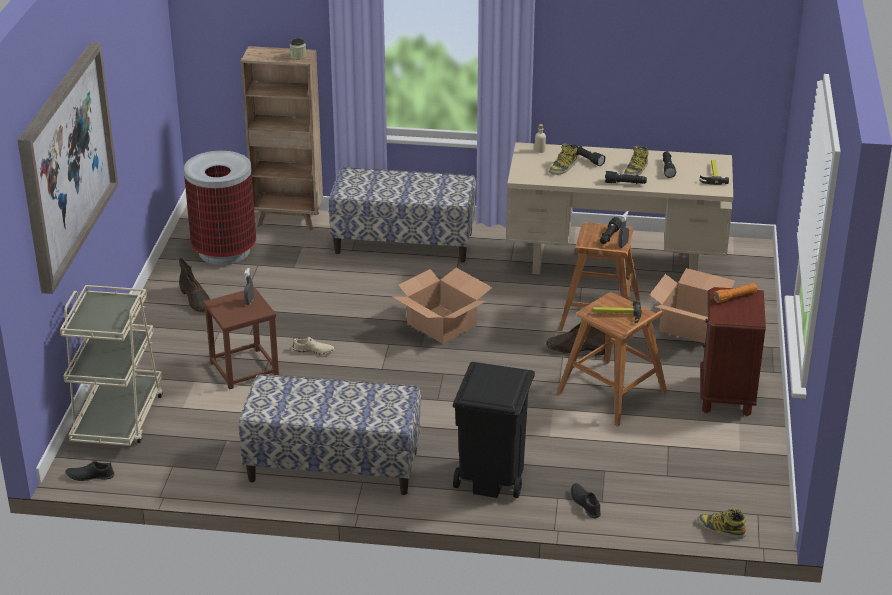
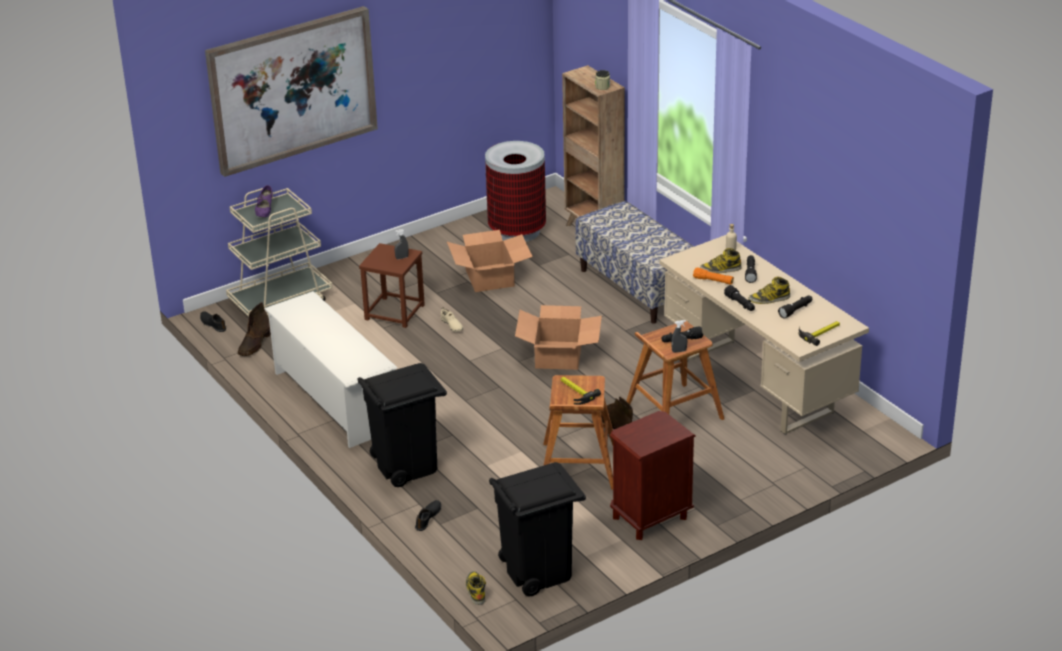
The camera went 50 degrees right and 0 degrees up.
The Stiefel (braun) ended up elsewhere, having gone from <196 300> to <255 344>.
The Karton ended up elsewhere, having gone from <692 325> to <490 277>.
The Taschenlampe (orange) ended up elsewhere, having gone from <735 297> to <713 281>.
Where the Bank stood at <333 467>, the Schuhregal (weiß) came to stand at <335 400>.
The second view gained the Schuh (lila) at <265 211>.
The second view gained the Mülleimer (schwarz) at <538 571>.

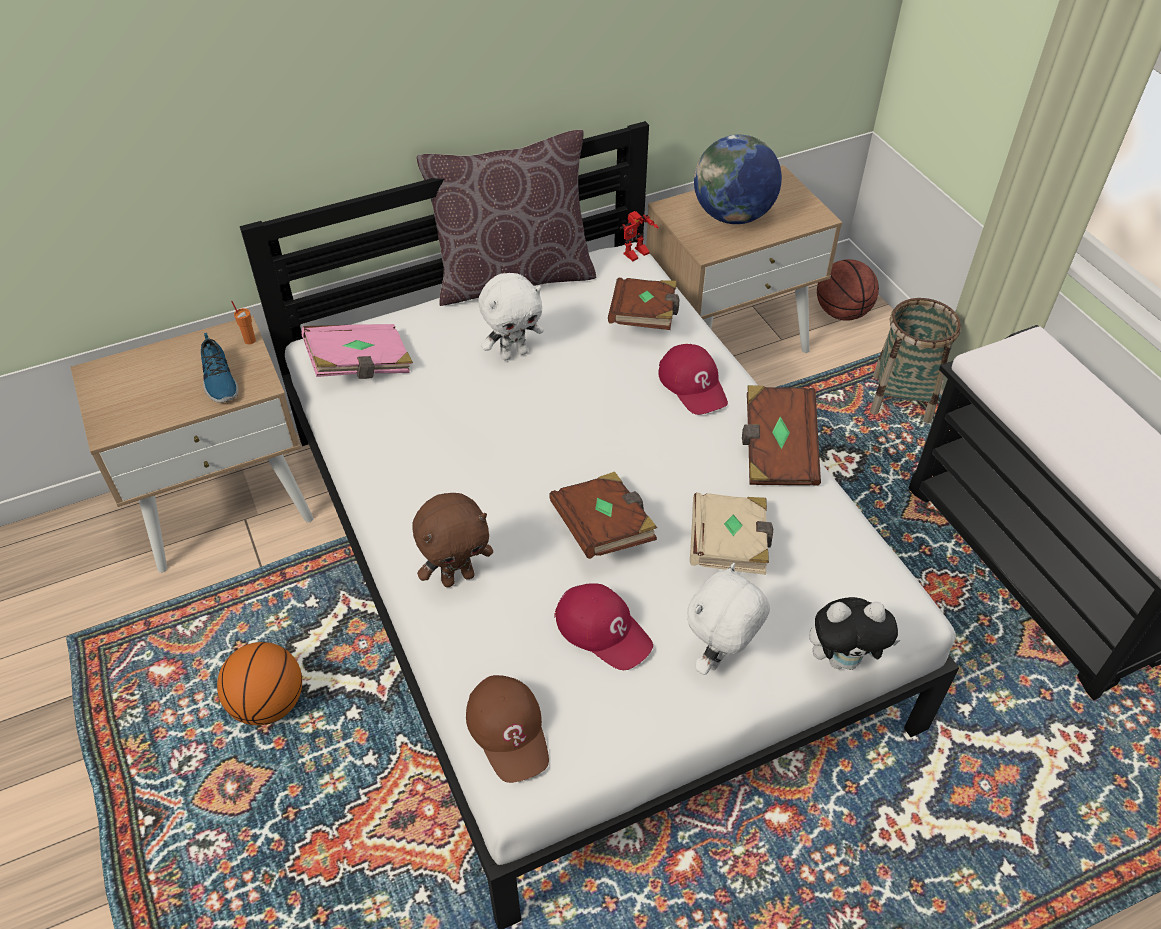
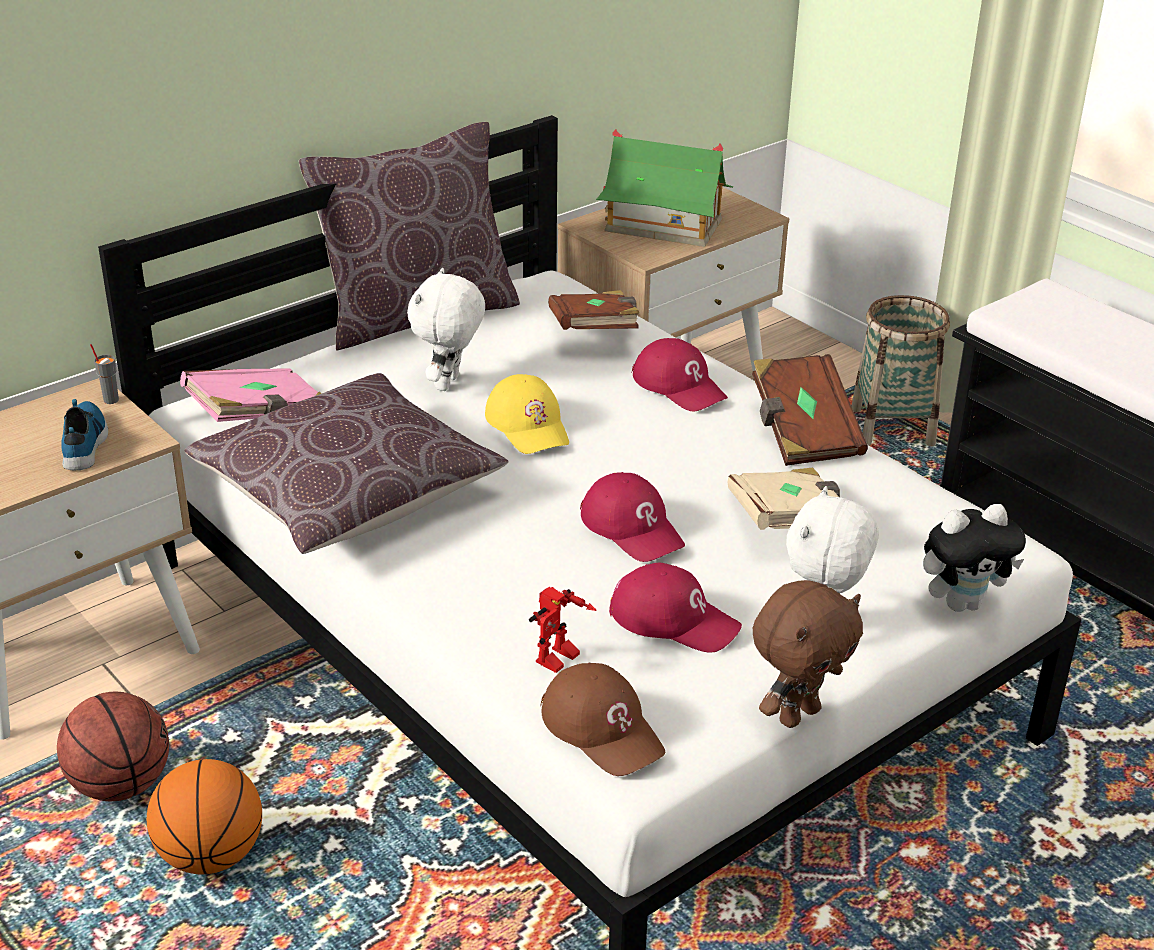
The camera went 15 degrees left and 15 degrees down.
Where the Globus stood at <733 216>, the Spielzeughaus came to stand at <662 225>.
The Spielzeugroboter ended up elsewhere, having gone from <637 256> to <560 662>.
The Basketball ended up elsewhere, having gone from <842 312> to <120 784>.
The Plüschtier (weiß) at <513 353> ended up facing another way, 150 degrees clockwise from before.
What was the Tasse (orange) at <250 340> turned into the Tasse (grau) at <111 400>.
The Schuh at <218 380> ended up facing another way, 150 degrees counterclockwise from before.
Where the Buch (braun) stood at <604 528>, the Kappe (rot) came to stand at <633 527>.
The Plüschtier (braun) ended up elsewhere, having gone from <458 577> to <797 714>.
The second view gained the Kissen (braun) at <348 492>.
The second view gained the Kappe (gelb) at <528 425>.

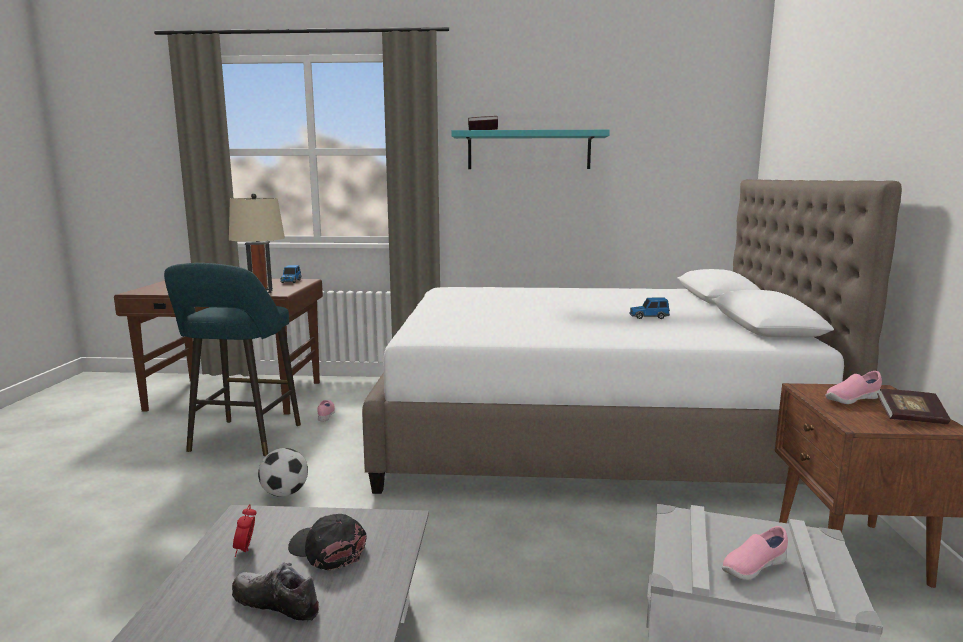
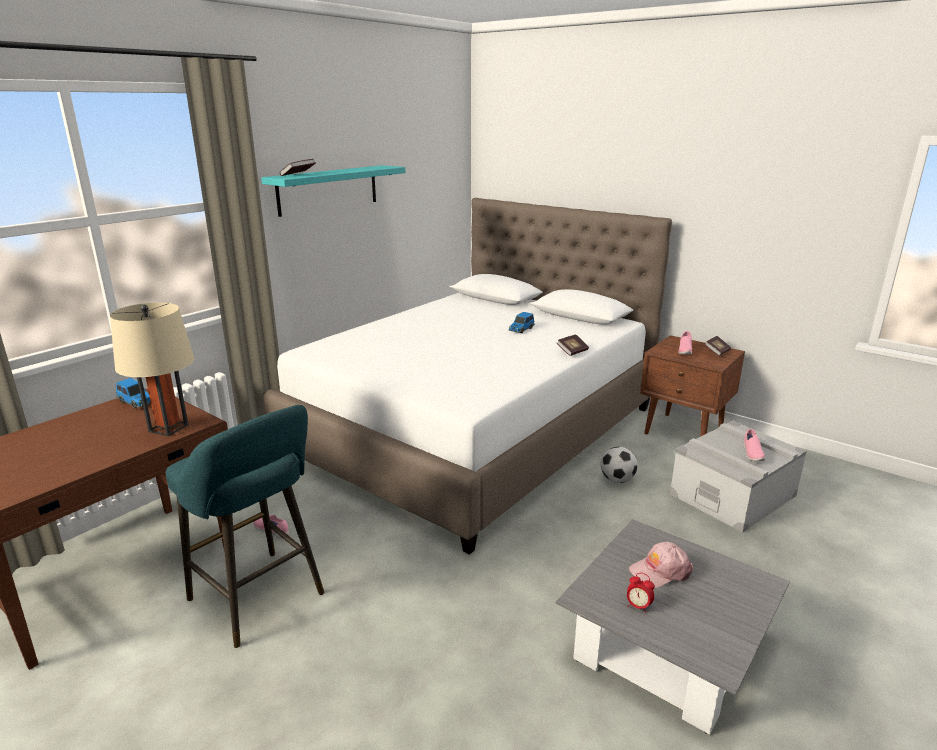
The camera went 55 degrees left and 10 degrees up.
The Fußball ended up elsewhere, having gone from <285 493> to <617 480>.
What was the Kappe (schwarz) at <327 550> turned into the Kappe (rosa) at <660 571>.
The second view lost the Schuh at <275 603>.
The second view gained the Buch at <572 352>.

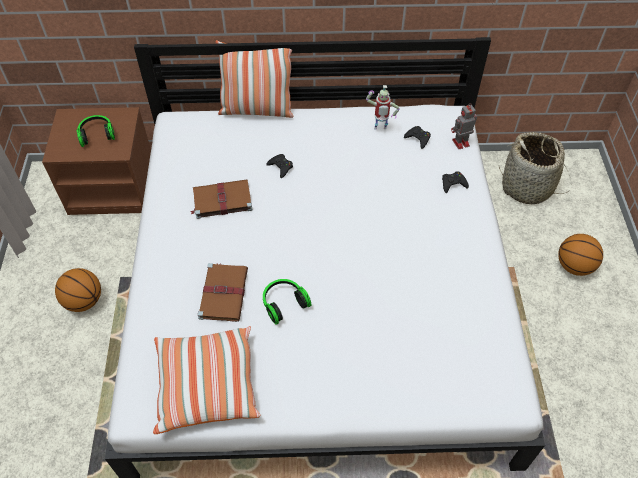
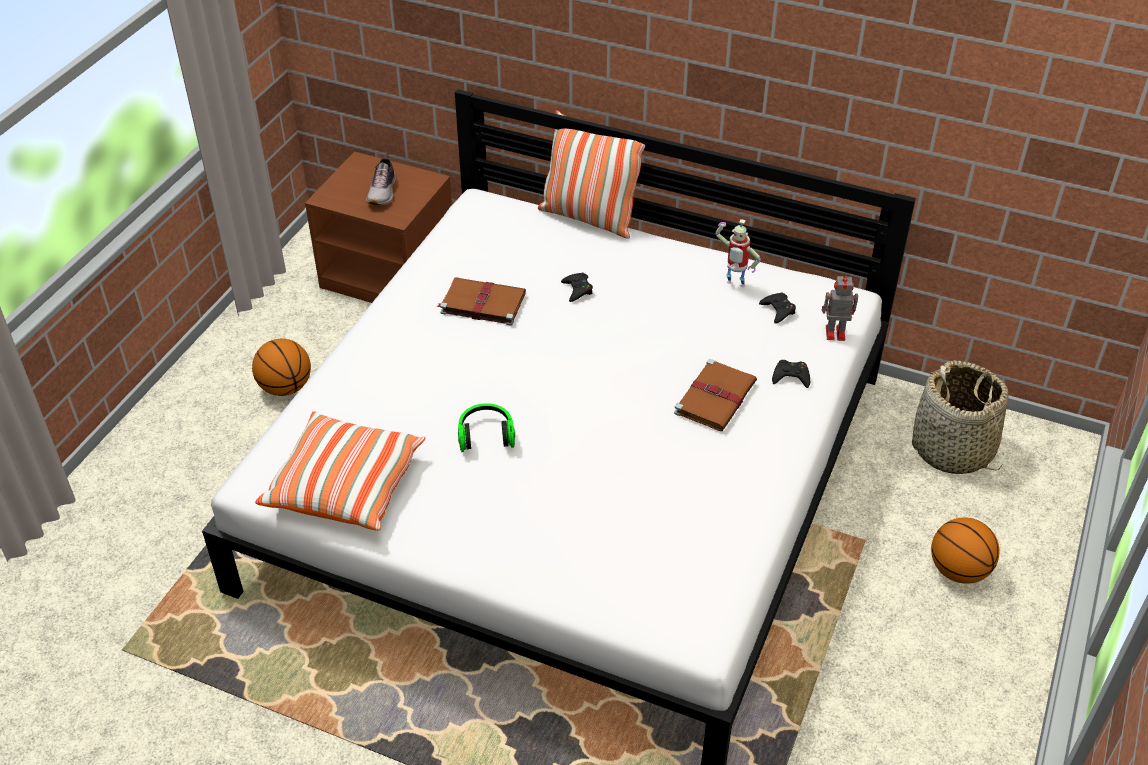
The camera went 25 degrees right and 10 degrees down.
Where the Kopfhörer stood at <97 135>, the Schuh came to stand at <383 192>.
The Buch (braun) ended up elsewhere, having gone from <223 292> to <716 397>.

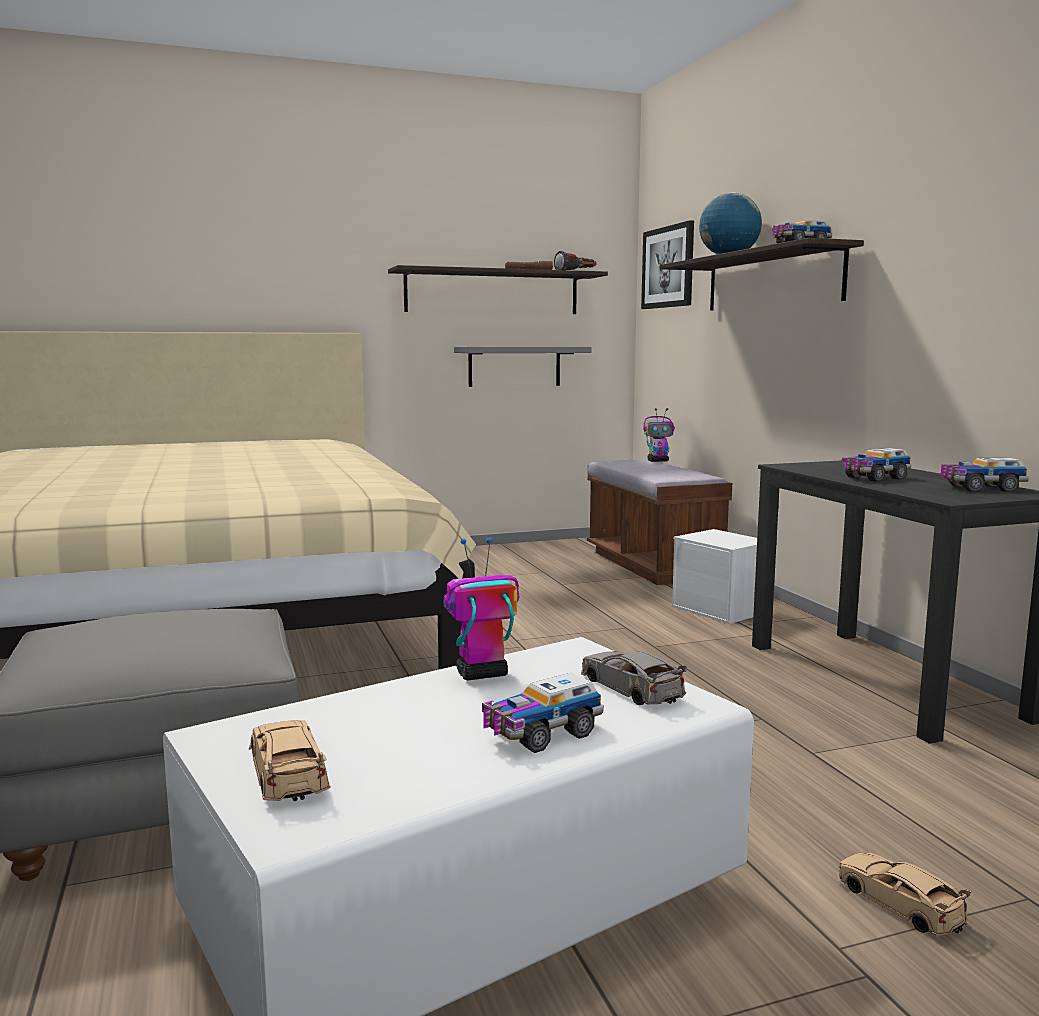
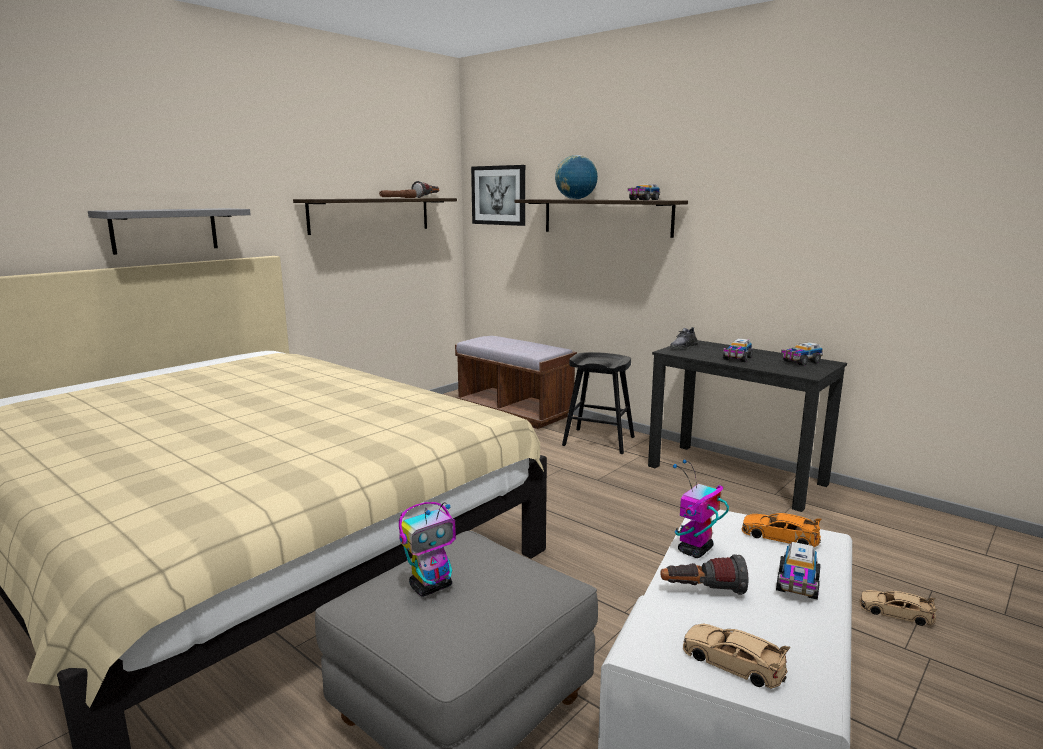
The camera went 30 degrees left and 5 degrees up.
The Wandregal (grau) ended up elsewhere, having gone from <514 366> to <165 230>.
The Spielzeugroboter ended up elsewhere, having gone from <658 461> to <431 586>.
Where the Aufbewahrungsbox (weiß) stood at <721 609>, the Hocker (schwarz) came to stand at <598 441>.
What was the Spielzeugauto (grau) at <631 688> turned into the Spielzeugauto (orange) at <780 536>.
The second view gained the Schuh (grau) at <683 347>.
The second view gained the Taschenlampe at <702 591>.

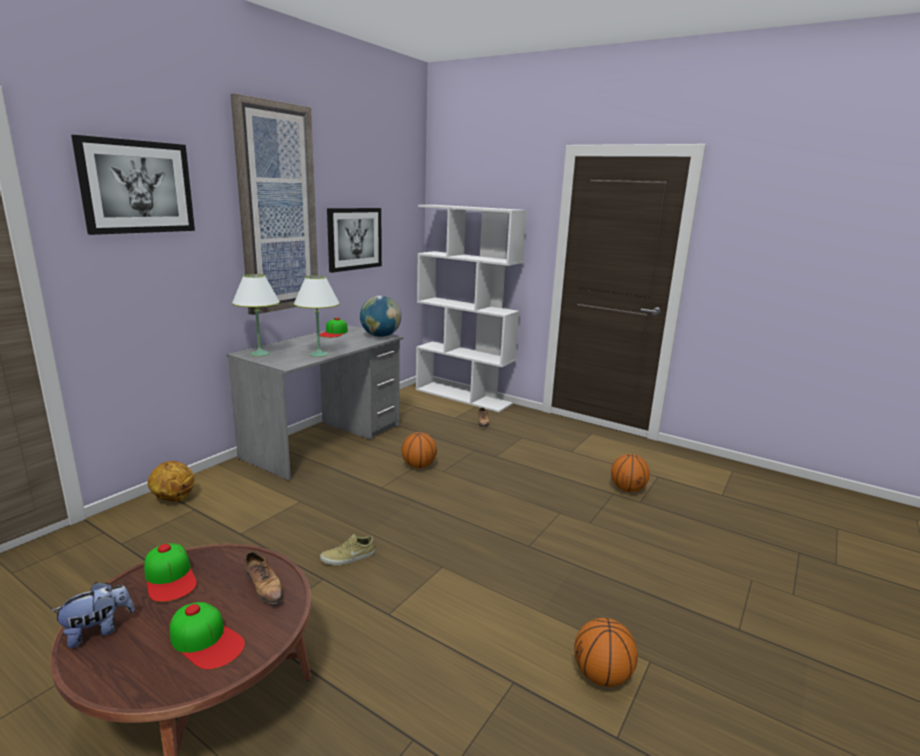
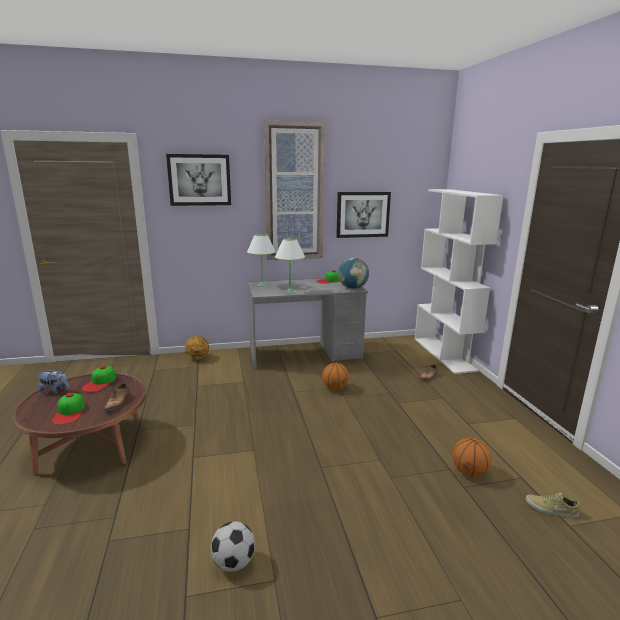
The camera went 45 degrees right and 0 degrees up.
The Schuh (beige) ended up elsewhere, having gone from <348 557> to <551 509>.
Where the Basketball stood at <601 675>, the Fußball came to stand at <234 562>.

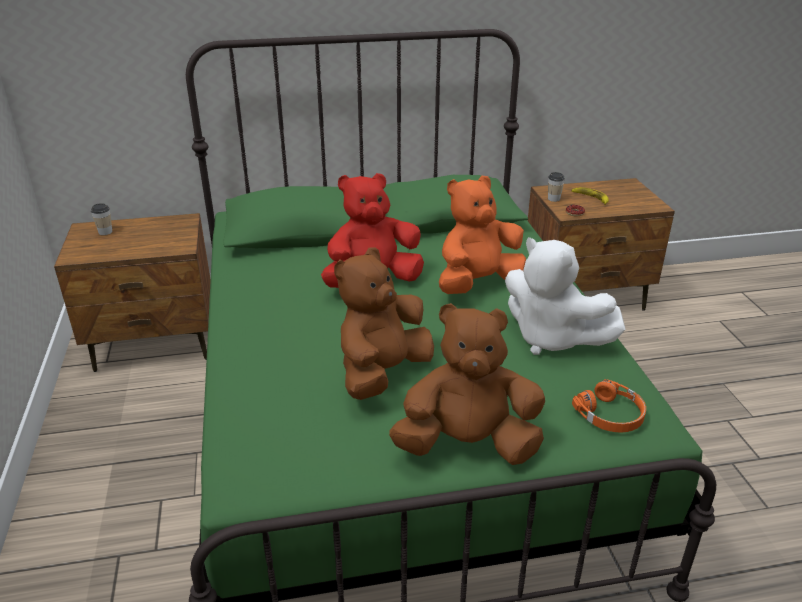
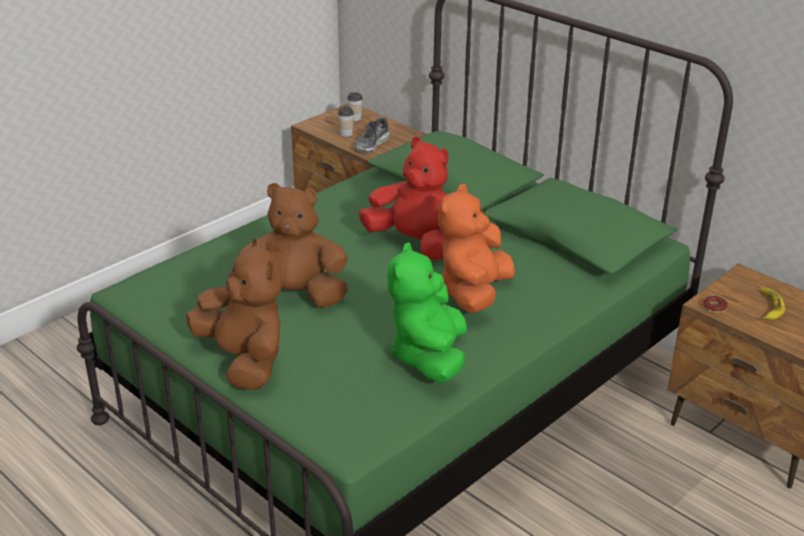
The camera went 55 degrees right and 0 degrees up.
The Tasse ended up elsewhere, having gone from <553 199> to <346 134>.
The Plüschtier (orange) at <477 284> ended up facing another way, 90 degrees counterclockwise from before.
What was the Plüschtier (weiß) at <551 338> turned into the Plüschtier (grün) at <429 357>.
The second view lost the Kopfhörer (orange) at <611 415>.
The second view gained the Schuh at <372 144>.

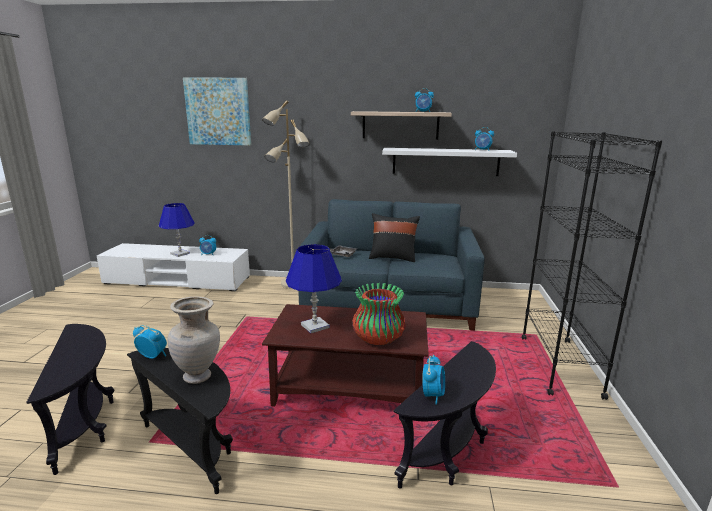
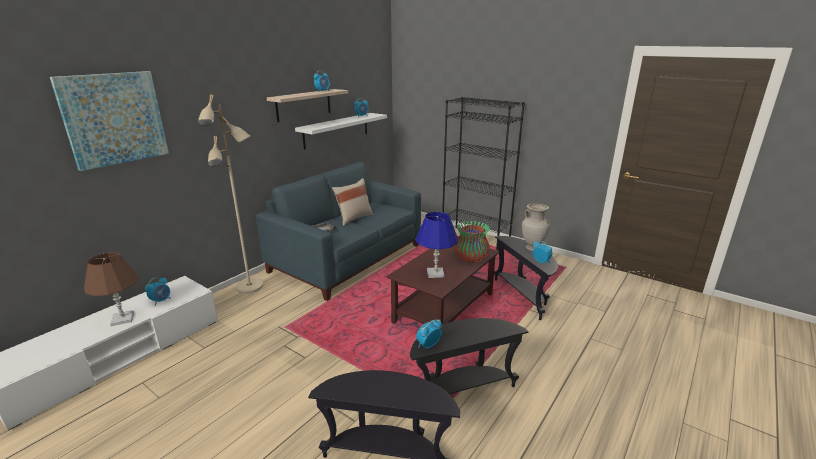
The camera went 60 degrees left and 5 degrees up.
What was the Tischlampe (blau) at <180 254> turned into the Tischlampe (braun) at <123 319>.
What was the Kissen (schwarz) at <393 258> turned into the Kissen (beige) at <353 218>.
The Vase (beige) ended up elsewhere, having gone from <199 377> to <533 248>.

